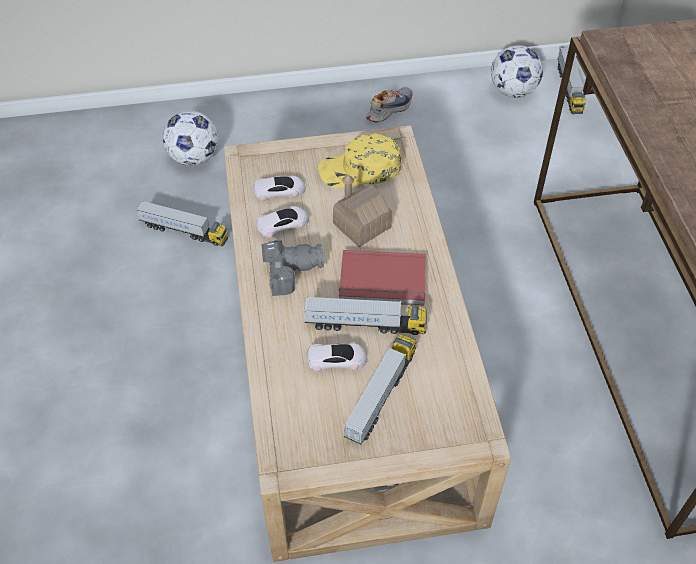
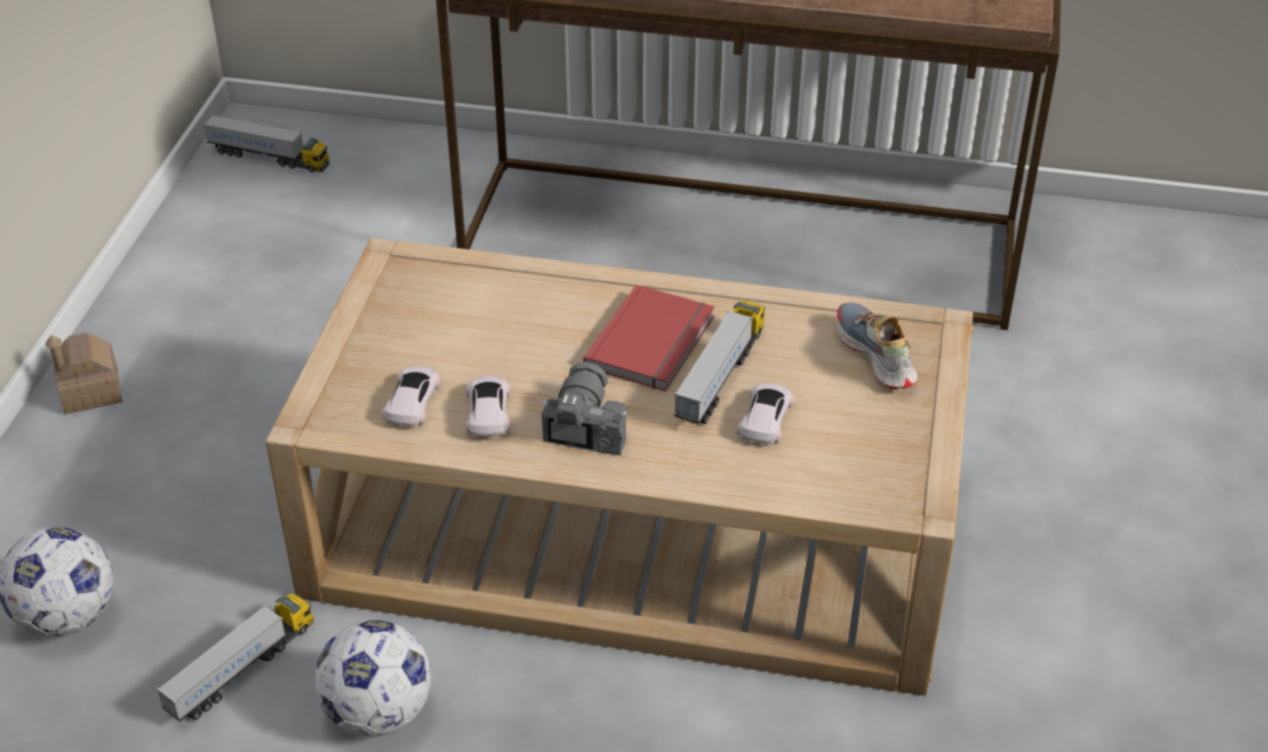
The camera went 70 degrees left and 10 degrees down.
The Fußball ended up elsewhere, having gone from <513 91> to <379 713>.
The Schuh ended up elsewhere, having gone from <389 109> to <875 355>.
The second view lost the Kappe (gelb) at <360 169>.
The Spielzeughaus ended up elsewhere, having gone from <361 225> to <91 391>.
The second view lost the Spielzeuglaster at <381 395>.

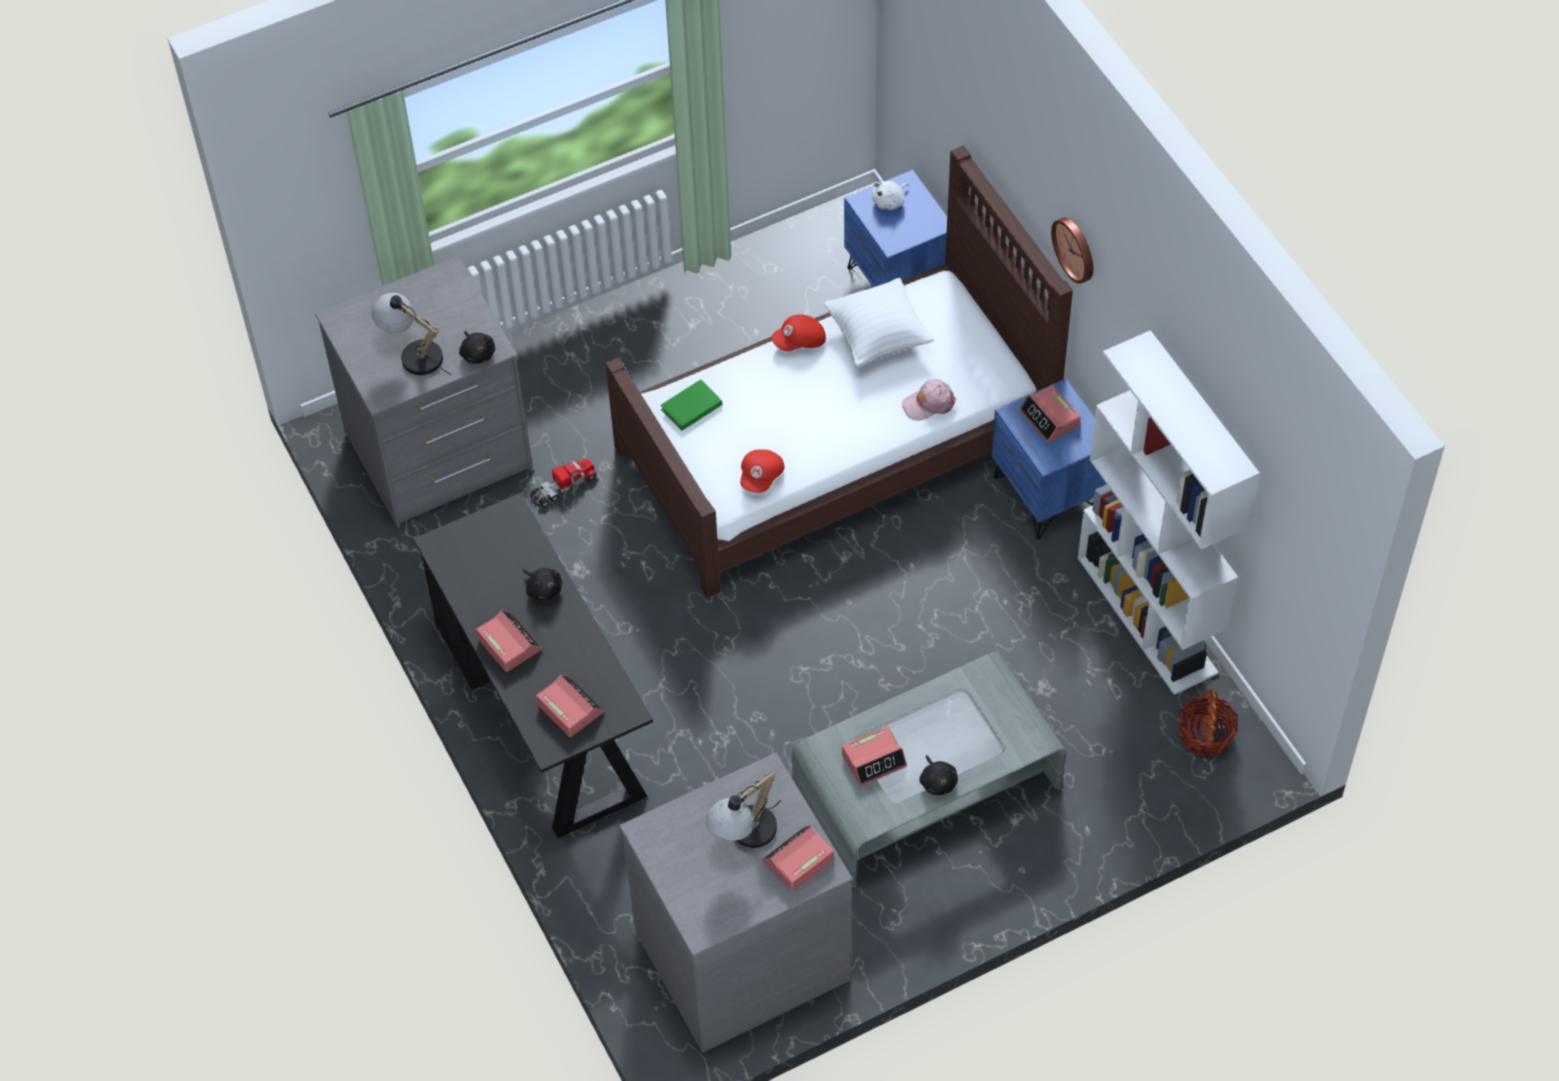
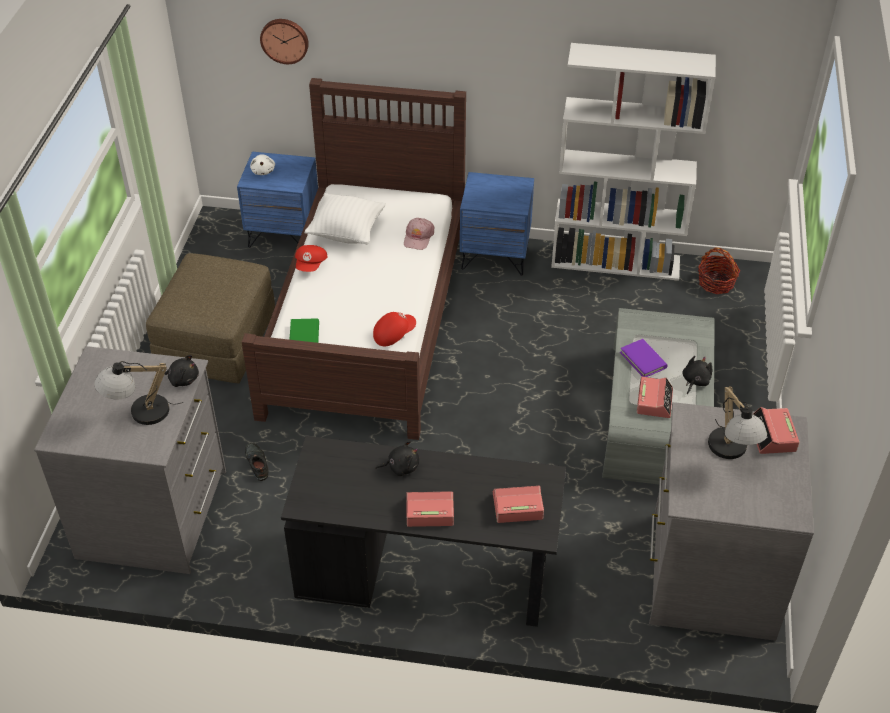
The camera went 55 degrees left and 10 degrees down.
The Wanduhr ended up elsewhere, having gone from <1075 249> to <285 40>.
The second view lost the Wecker at <1049 419>.
The Kappe (rot) at <762 477> ended up facing another way, 90 degrees counterclockwise from before.
Where the Spielzeuglaster stood at <563 487>, the Schuh (schwarz) came to stand at <257 463>.
The Plüschtier (schwarz) at <938 782> ended up facing another way, 75 degrees counterclockwise from before.
The second view gained the Polsterhocker (braun) at <217 341>.
The second view gained the Buch (lila) at <643 360>.

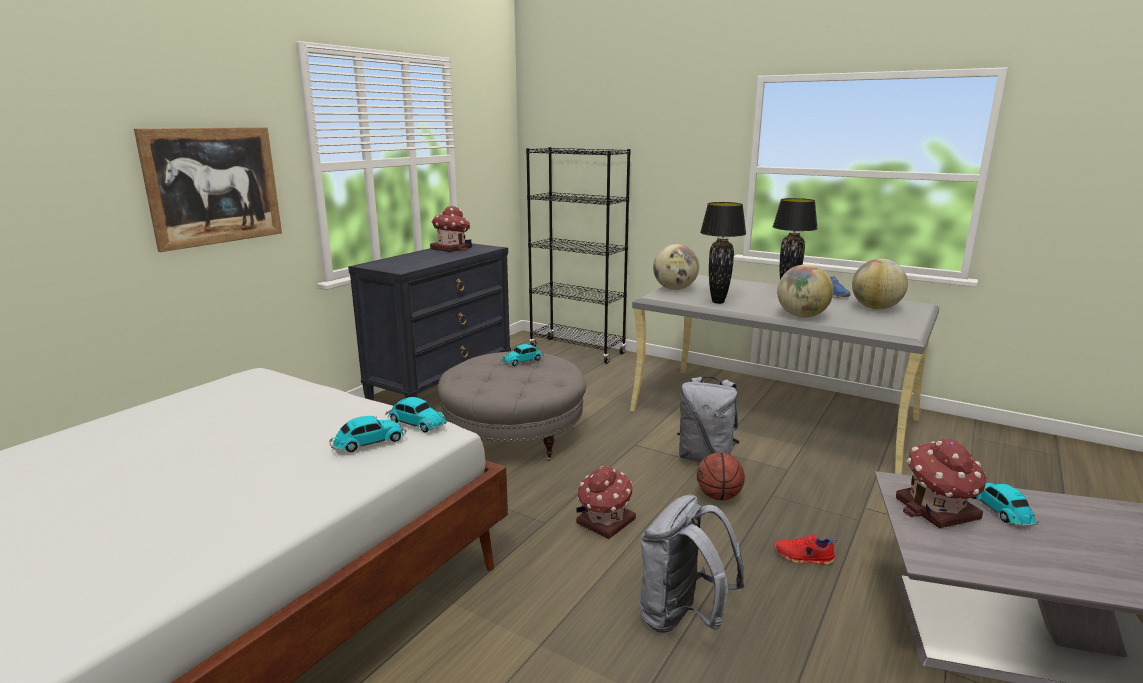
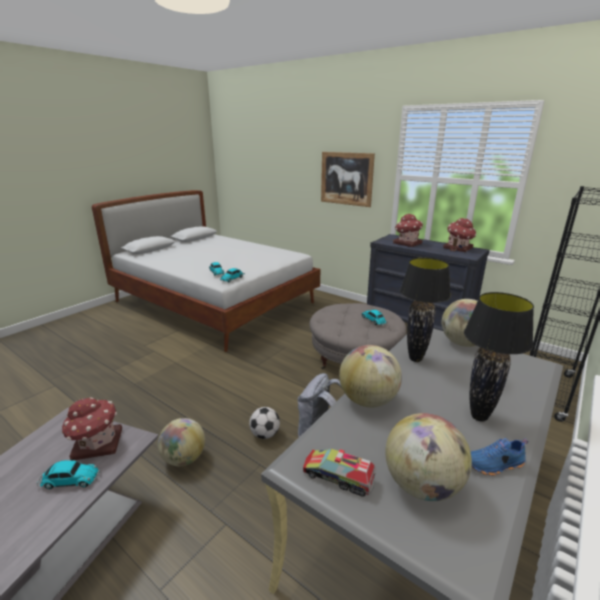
The camera went 95 degrees right and 5 degrees up.
Where the Basketball stood at <718 496>, the Fußball came to stand at <265 434>.
The Spielzeughaus ended up elsewhere, having gone from <605 522> to <407 243>.
The second view lost the Rucksack (grau) at <682 618>.
Where the Schuh (rot) stood at <804 557>, the Globus came to stand at <184 458>.
The second view gained the Spielzeuglaster at <338 476>.

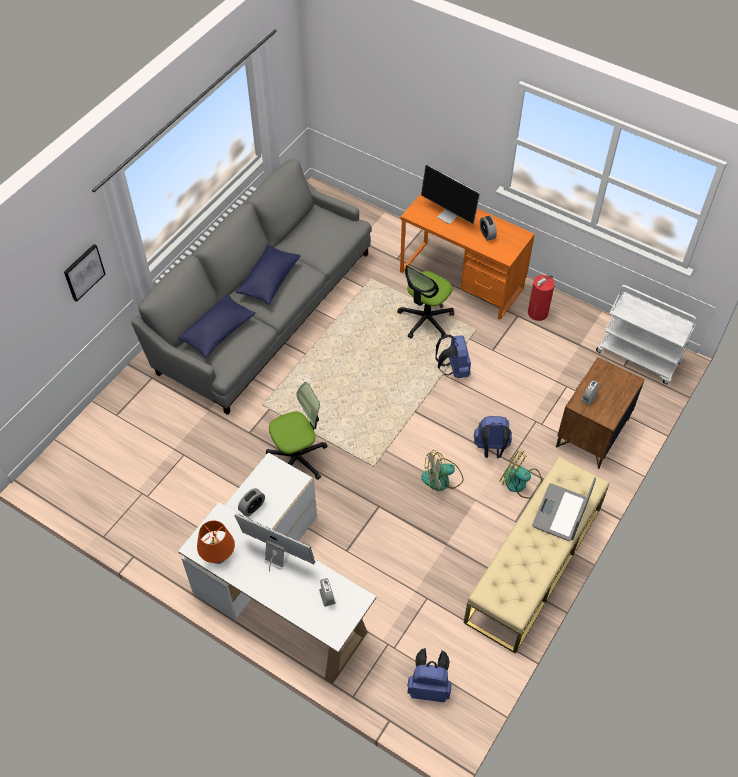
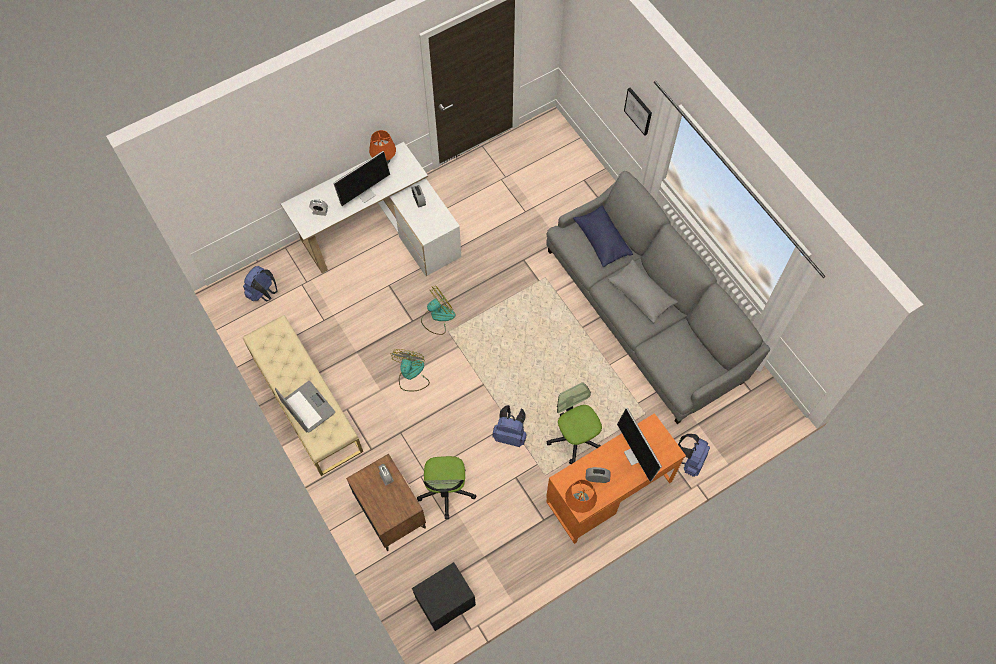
The camera went 115 degrees right and 10 degrees up.
The Monitor at <449 216> ended up facing another way, 90 degrees counterclockwise from before.
What was the Kissen (blau) at <269 280> turned into the Kissen (grau) at <641 295>.
The second view lost the Feuerlöscher at <538 312>.
Where the Rollwagen (weiß) stood at <639 357>, the Nachttisch (schwarz) came to stand at <445 603>.
The Bürostuhl ended up elsewhere, having gone from <298 458> to <446 491>.
The Rucksack (blau) ended up elsewhere, having gone from <491 449> to <690 461>.
The Ventilator ended up elsewhere, having gone from <520 483> to <437 317>.
The second view gained the Tischlampe (orange) at <579 504>.

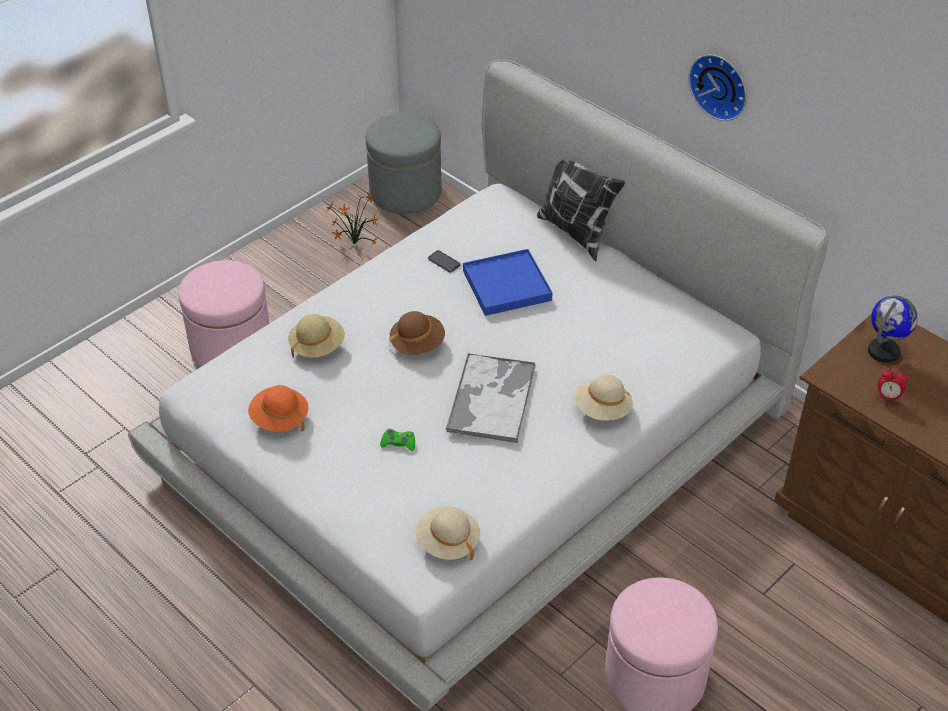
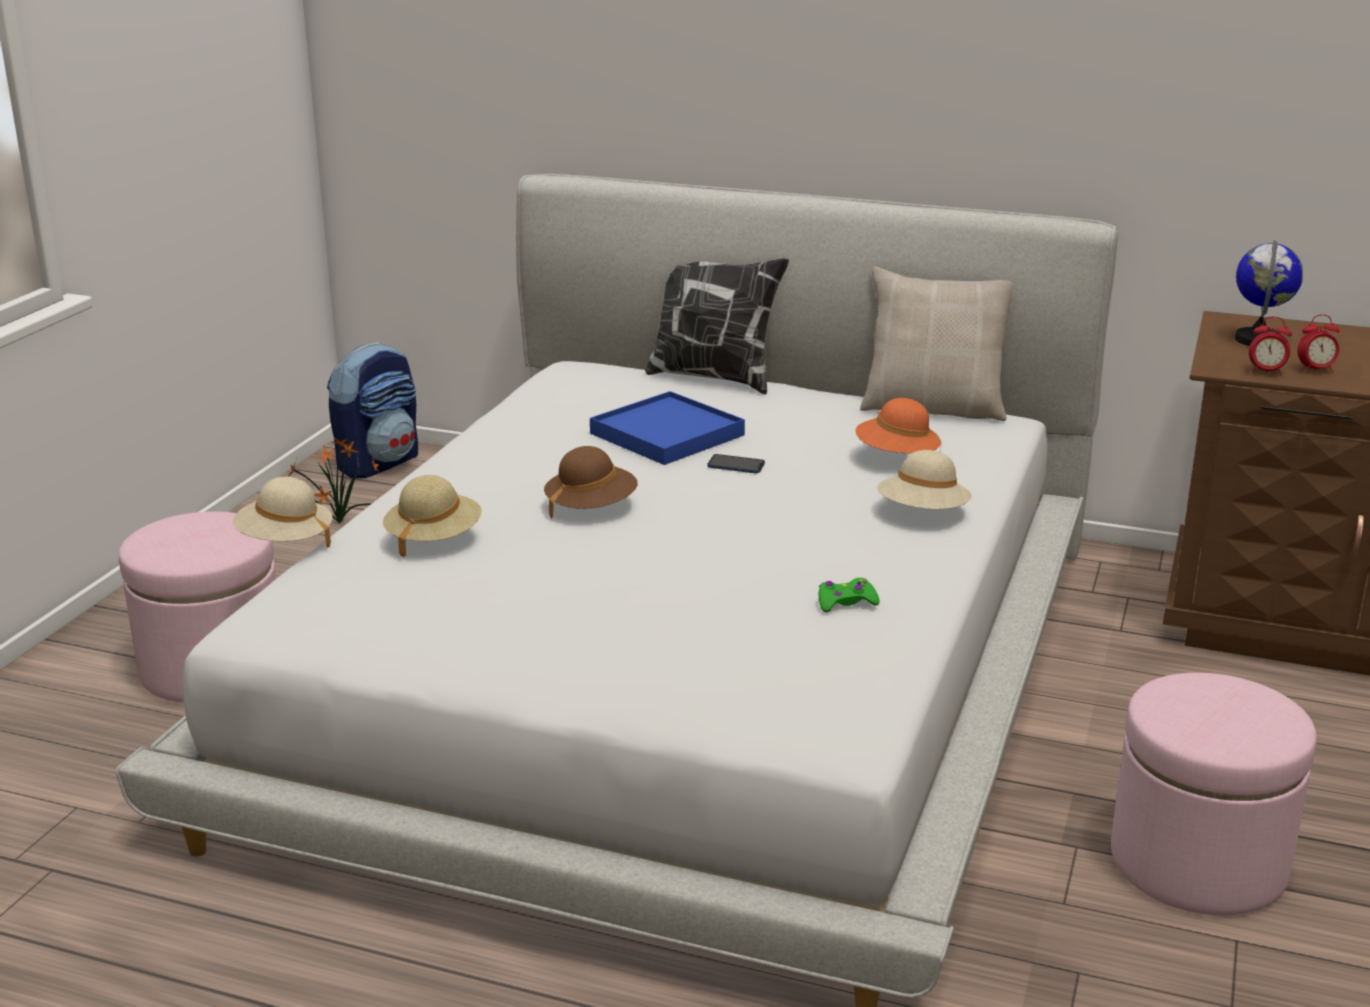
The camera went 25 degrees left and 20 degrees down.
The second view lost the Wanduhr at <721 85>.
Where the Polsterhocker (grau) stood at <405 192>, the Rucksack came to stand at <378 463>.
The Handy ended up elsewhere, having gone from <444 262> to <736 465>.
The second view lost the Tablett at <491 397>.
The Hut (orange) ended up elsewhere, having gone from <279 419> to <896 456>.
The Gamepad (grün) ended up elsewhere, having gone from <398 443> to <846 602>.
The Hut (beige) ended up elsewhere, having gone from <447 542> to <285 541>.
The second view gained the Kissen (beige) at <934 408>.
The second view gained the Wecker at <1266 372>.

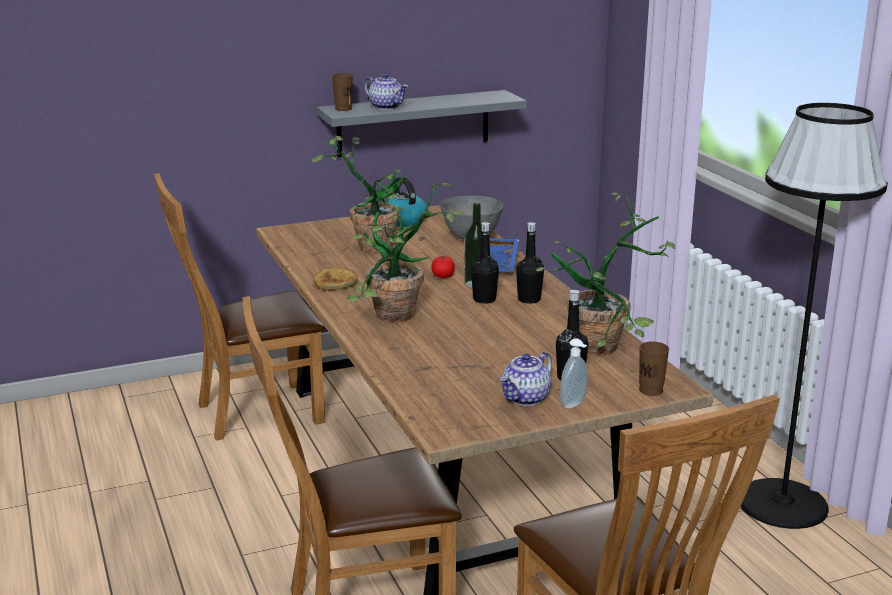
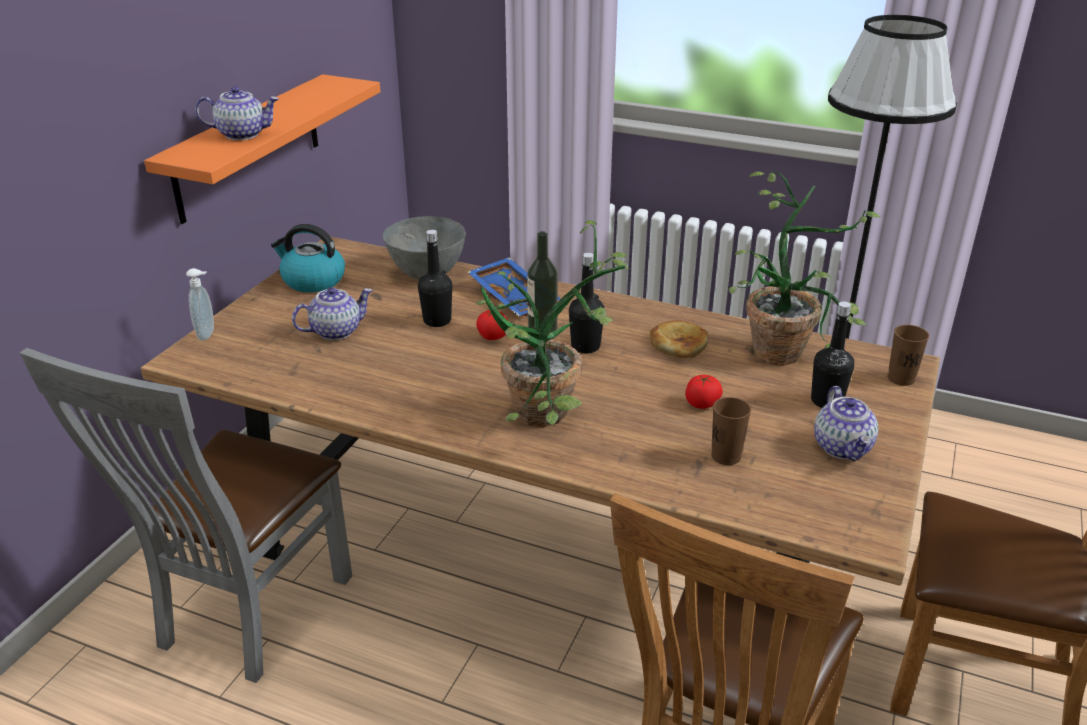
The camera went 45 degrees left and 10 degrees up.
The Tasse (braun) ended up elsewhere, having gone from <343 109> to <726 456>.
What was the Wandregal (grau) at <413 123> turned into the Wandregal (orange) at <248 147>.
Where the Topfpflanze stood at <369 245>, the Teekanne came to stand at <336 331>.
What was the Stuhl (braun) at <251 413> turned into the Stuhl (grau) at <246 616>.
The Flasche (schwarz) ended up elsewhere, having gone from <529 299> to <437 321>.
The Brot ended up elsewhere, having gone from <335 283> to <678 343>.
The Seifenspender ended up elsewhere, having gone from <574 405> to <208 334>.
The second view gained the Tomate at <702 403>.

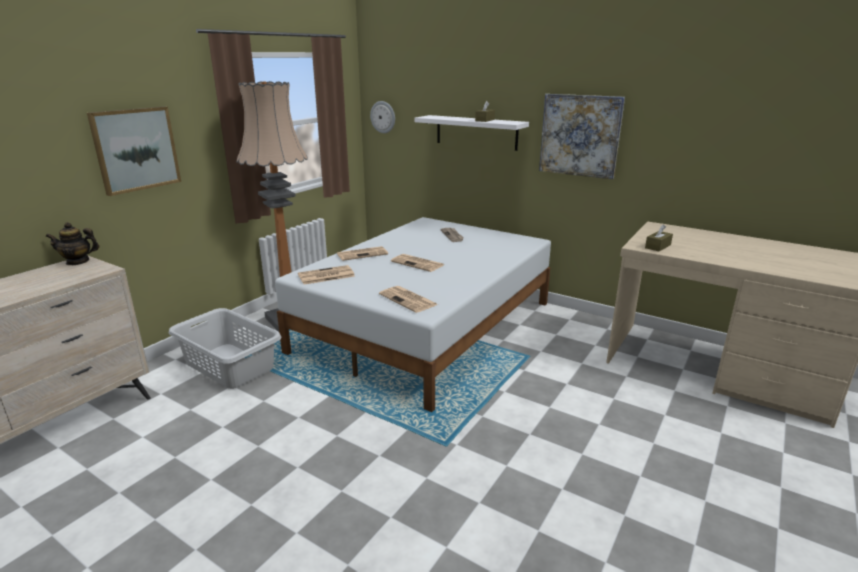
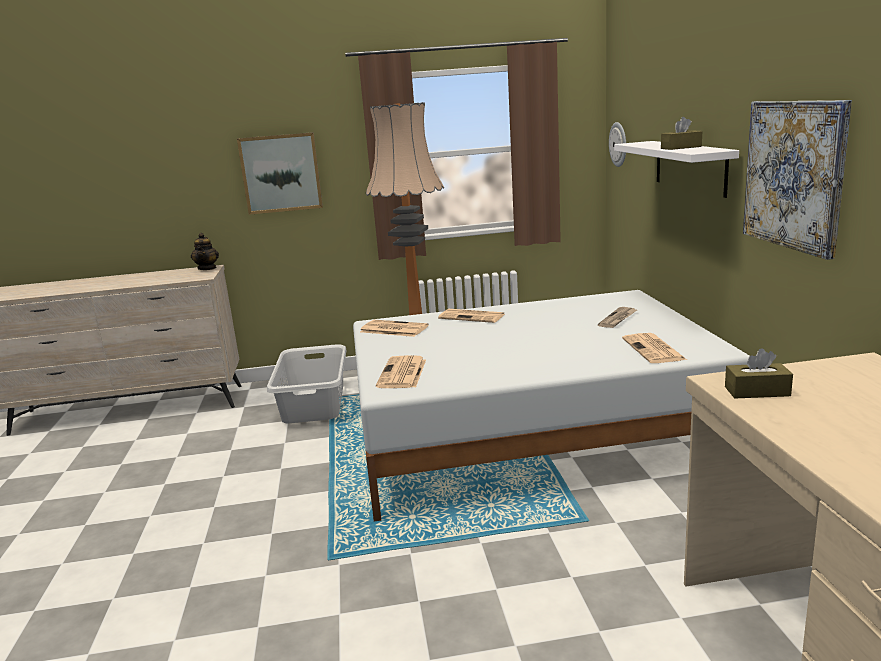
The camera went 50 degrees right and 5 degrees down.
The Teekanne at <78 261> ended up facing another way, 135 degrees counterclockwise from before.
The Zeitung ended up elsewhere, having gone from <418 263> to <654 349>.

